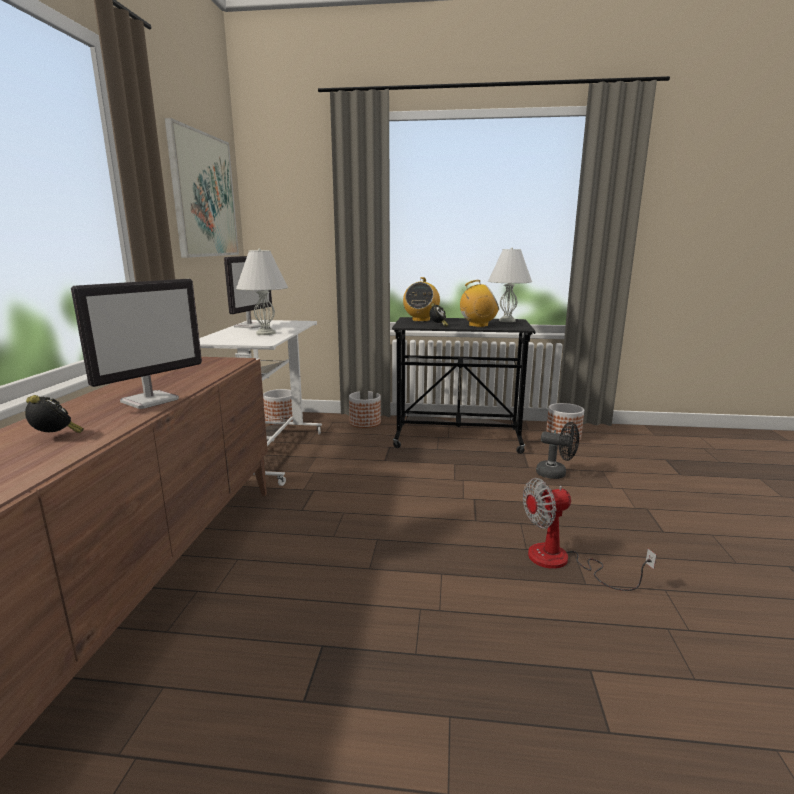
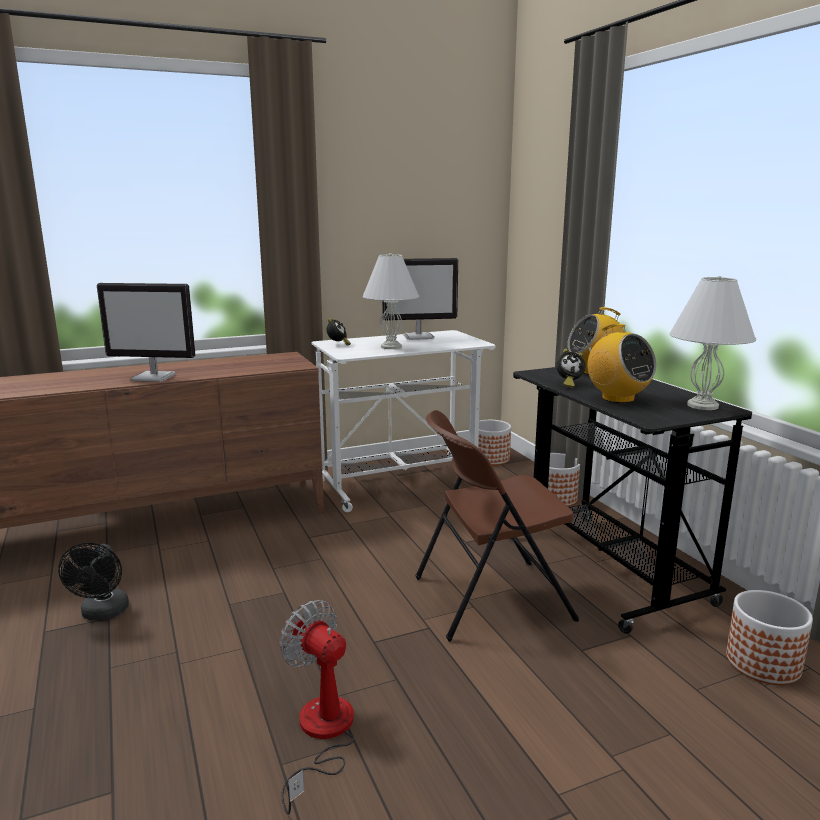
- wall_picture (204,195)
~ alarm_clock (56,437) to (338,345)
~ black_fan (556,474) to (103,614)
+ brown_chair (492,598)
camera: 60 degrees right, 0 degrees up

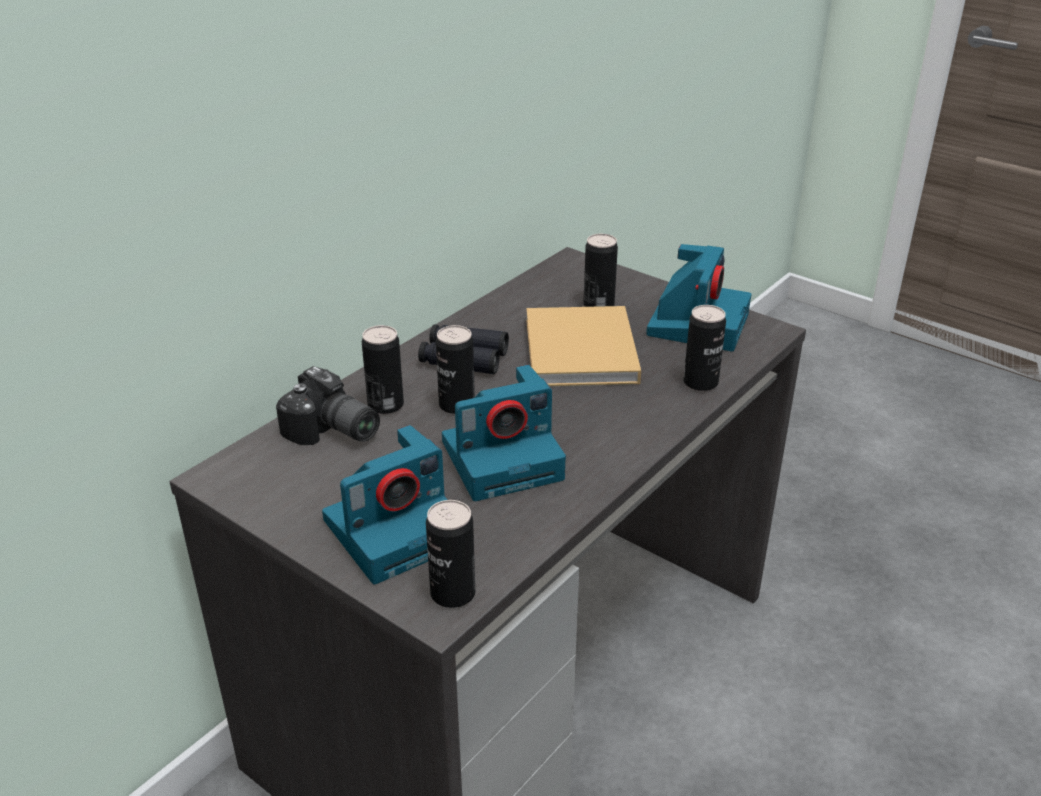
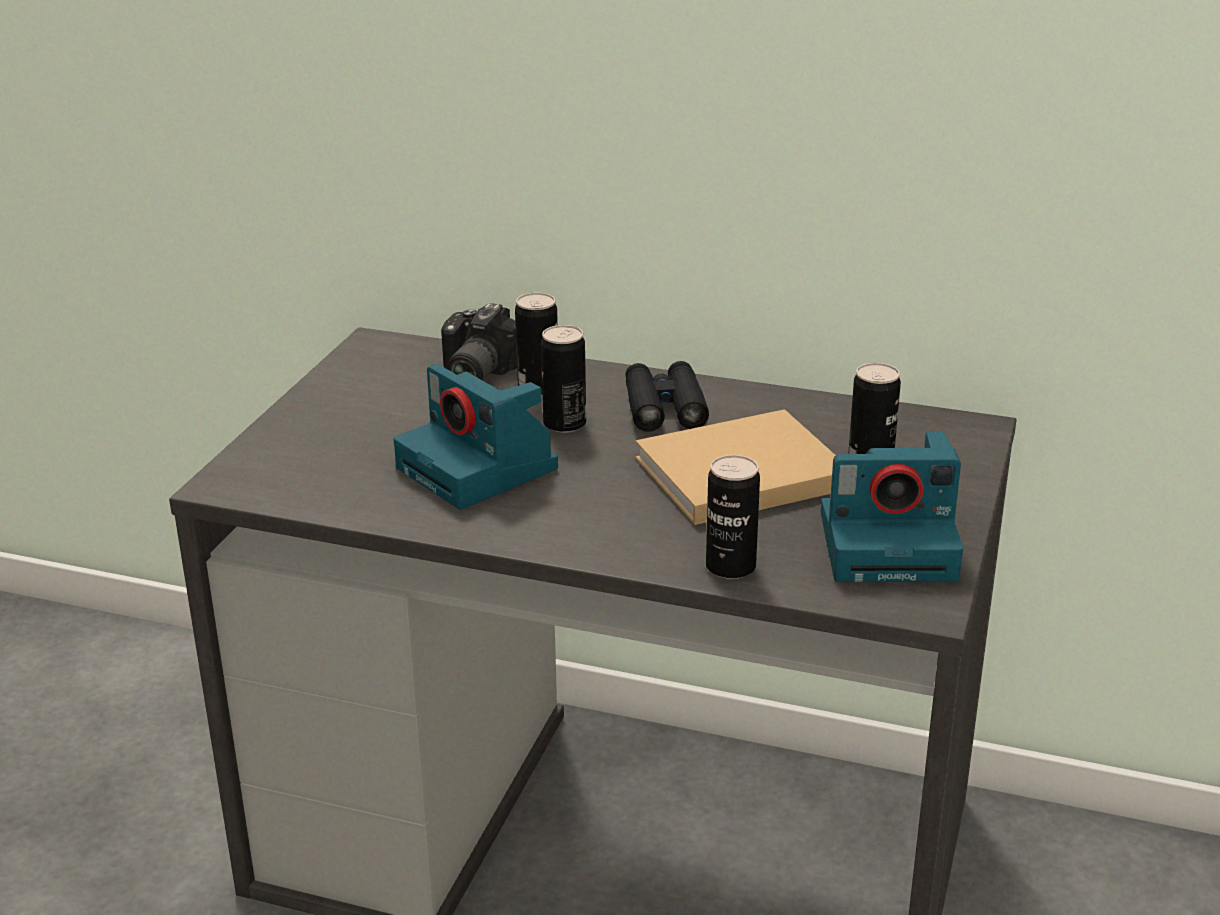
- photo_camera (396,529)
- can (453,593)
camera: 70 degrees right, 5 degrees down

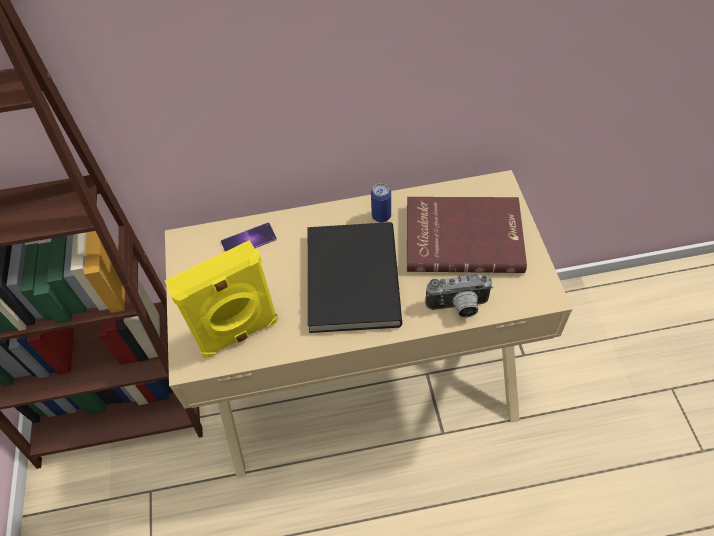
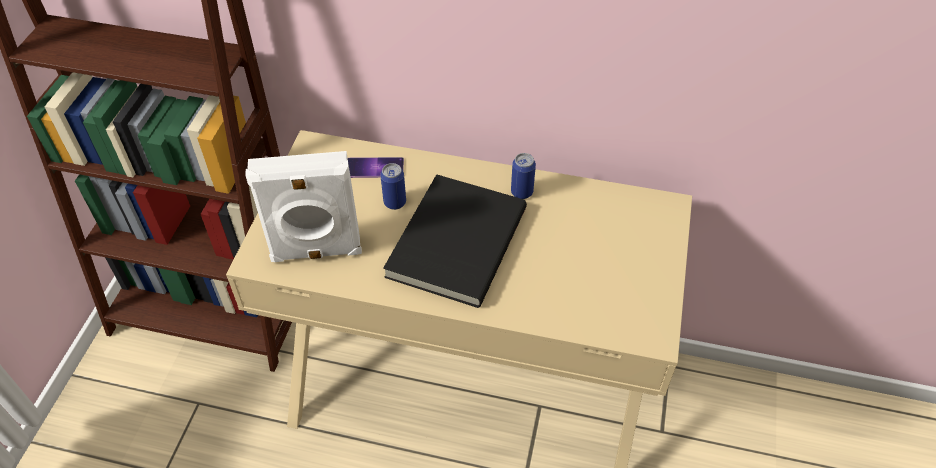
- red-coloured_volume (463,236)
~ yellow_speaker (239,334) to whitish_speaker (316,252)
- photo_camera (458,307)
+ can (395,202)
camera: 20 degrees right, 5 degrees down

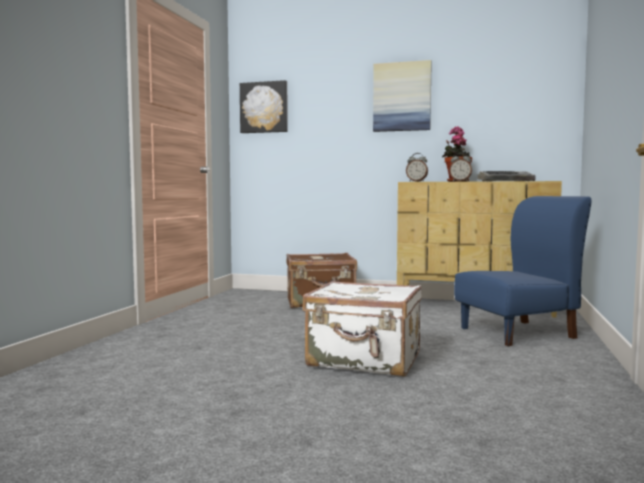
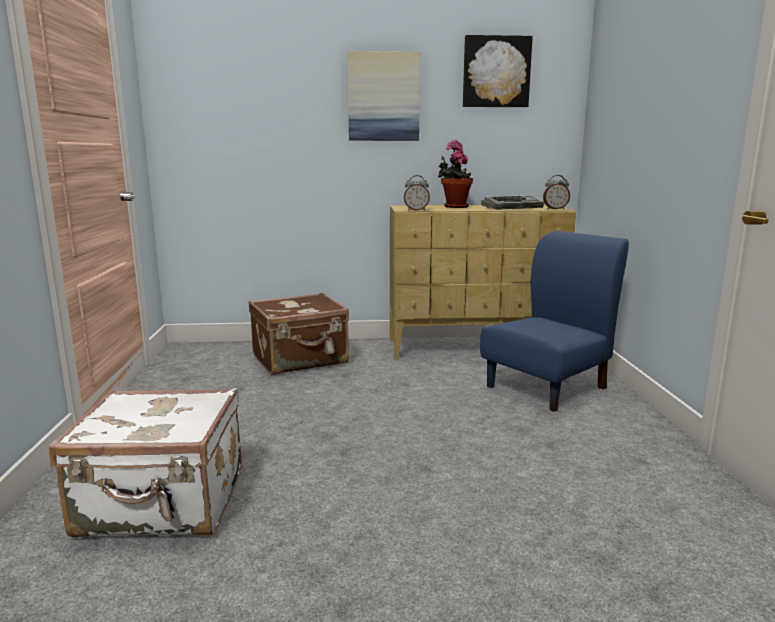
~ wall_picture (264,107) to (496,72)
~ alarm_clock (460,181) to (555,209)
~ whitish_suitcase (365,360) to (163,504)
camera: 20 degrees left, 10 degrees up

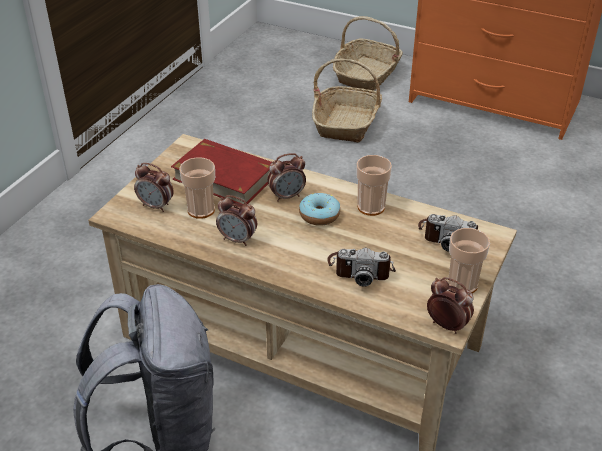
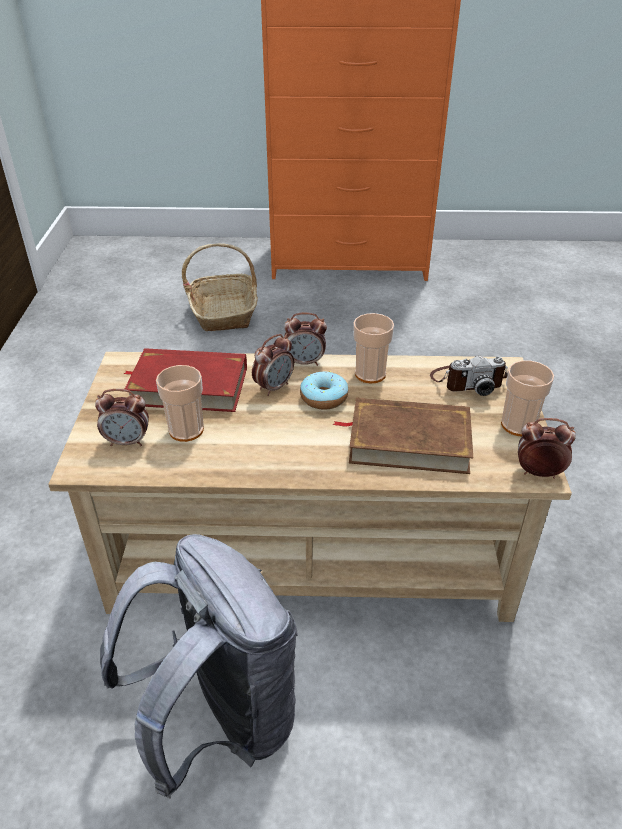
- basket (366,75)
~ alarm_clock (238,239) to (305,362)
~ photo_camera (361,268) to brown_volume (408,441)
camera: 25 degrees left, 0 degrees up

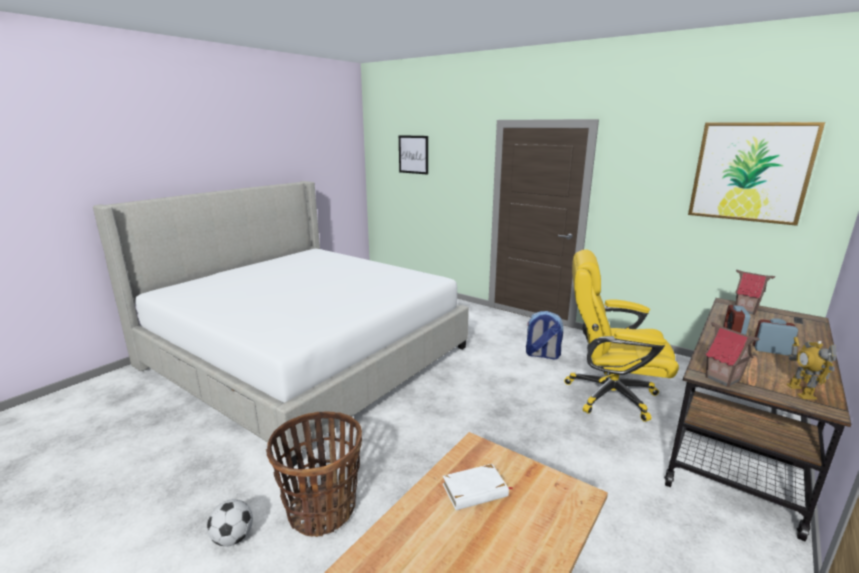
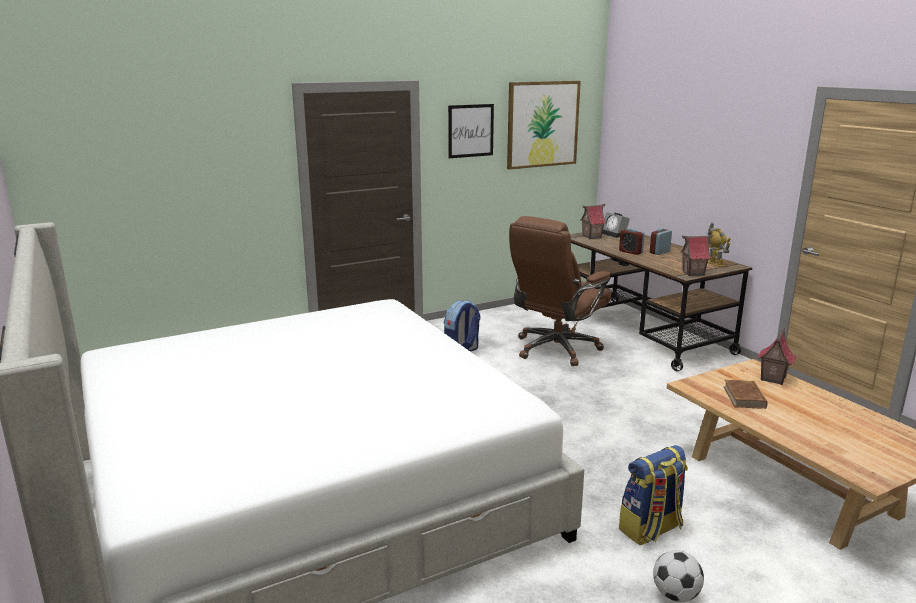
~ wall_picture (413,154) to (470,130)
~ yellow_office_chair (610,395) to brown_office_chair (556,348)
~ robot_figure (800,391) = (715,264) 135 degrees counterclockwise
~ basket (322,509) to knapsack (651,529)
~ whitish_volume (475,490) to brown_volume (744,397)
+ alarm_clock (615,234)
+ miniature_house (772,379)
camera: 65 degrees left, 0 degrees up

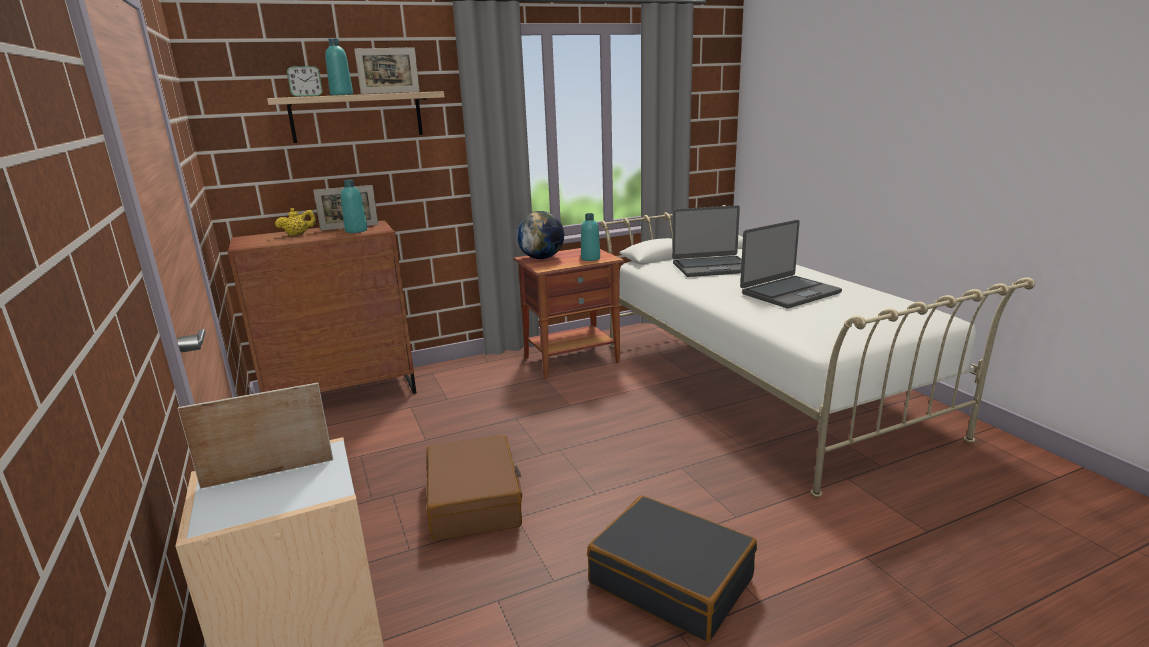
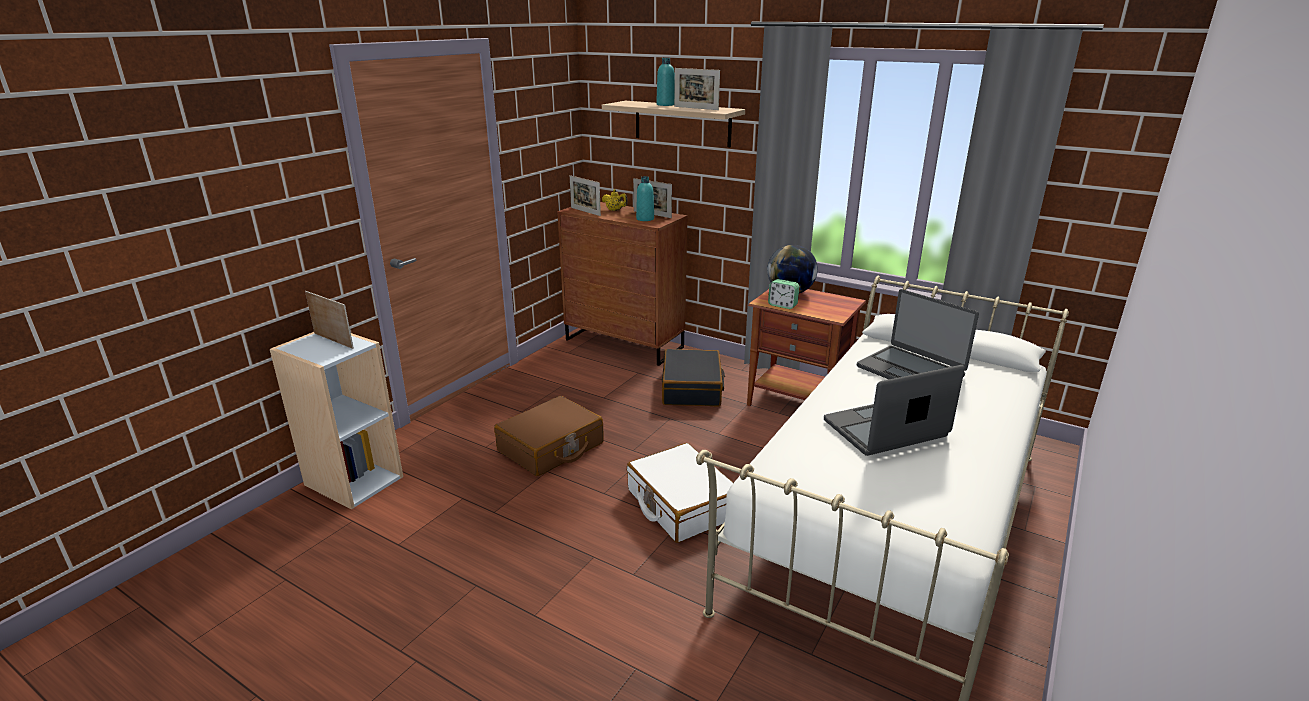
~ alarm_clock (307,96) to (782,305)
- turquoise_drink_bottle (590,258)
~ portable_computer (789,293) = (886,430) 135 degrees clockwise
~ black_suitcase (671,580) to (692,388)
+ standing_frame (585,211)
+ whitish_suitcase (681,504)
camera: 55 degrees right, 5 degrees up

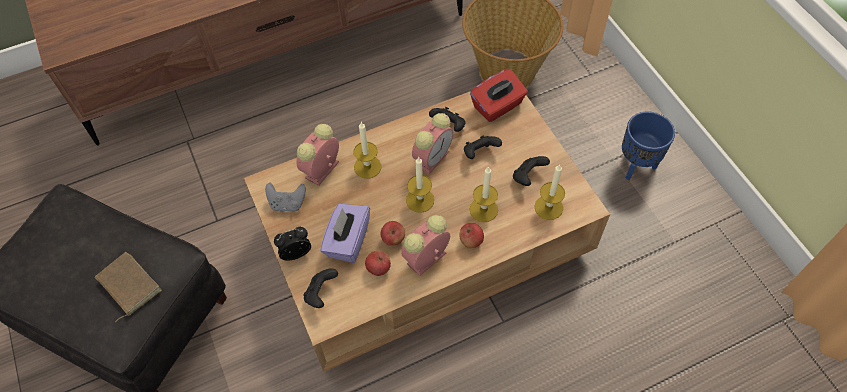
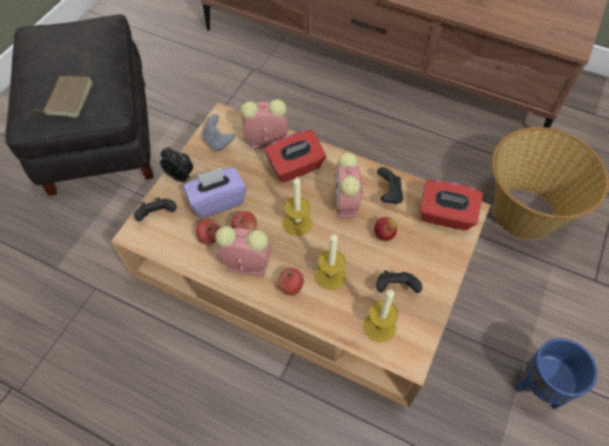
~ alarm_clock (432,157) = (346,204) 90 degrees clockwise
~ candle (367,167) to red-coloured_box_of_tissues (296,167)
~ black_gamepad (479,153) to apple_fruit (384,234)
camera: 50 degrees right, 0 degrees up

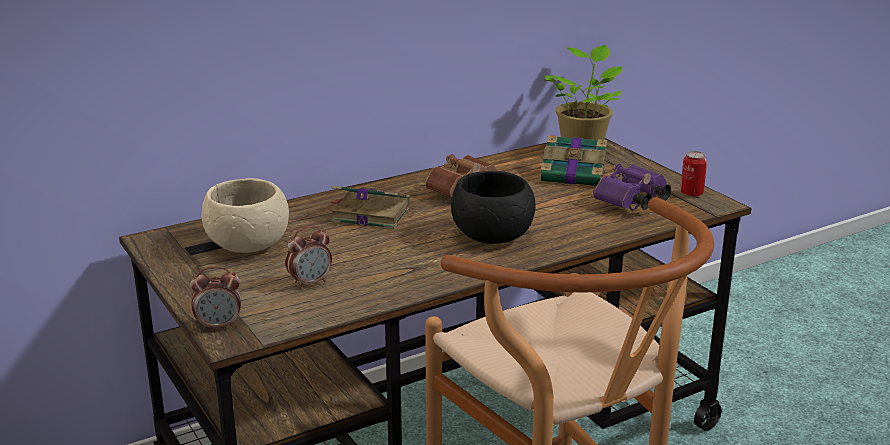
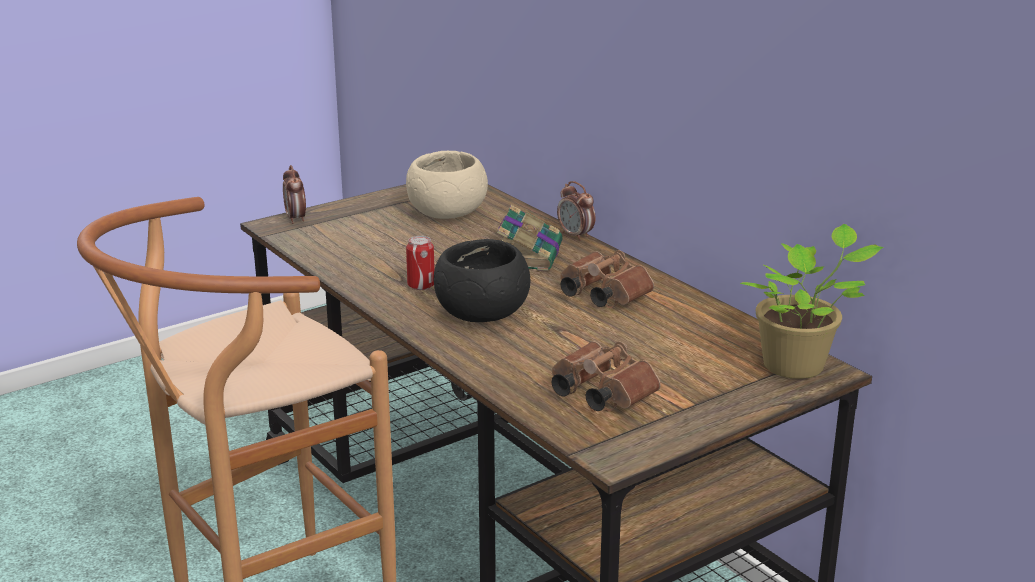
- volume (575,176)
~ can (691,193) to (421,286)
~ purple-coloured_pair_of_binoculars (631,203) to brown_pair_of_binoculars (599,394)
~ alarm_clock (310,283) to (576,236)
camera: 85 degrees right, 0 degrees up

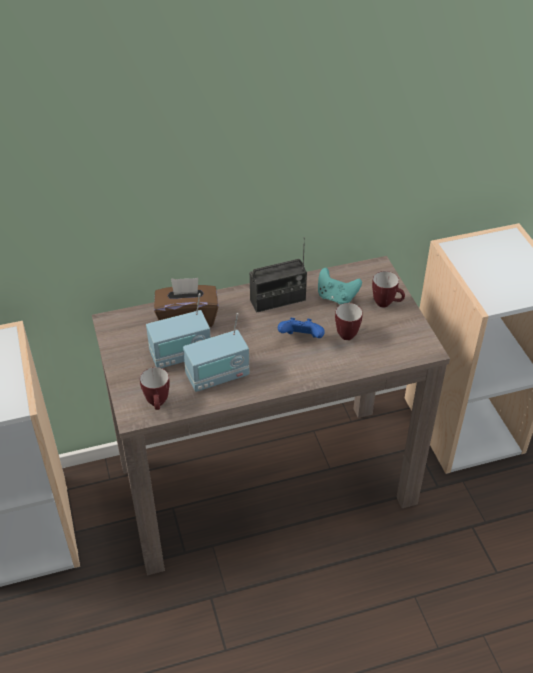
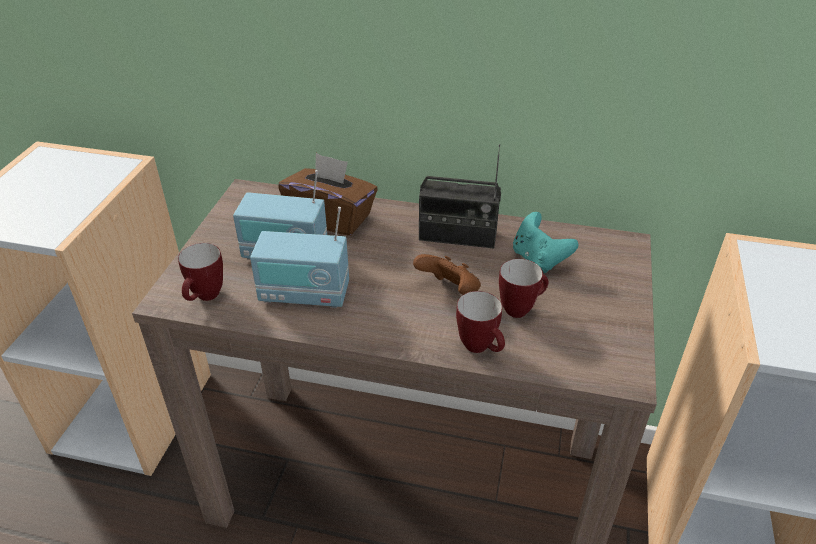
~ mug (386,304) to (481,348)
~ bluish_gamepad (301,339) to brown_gamepad (449,291)
camera: 30 degrees right, 5 degrees down

